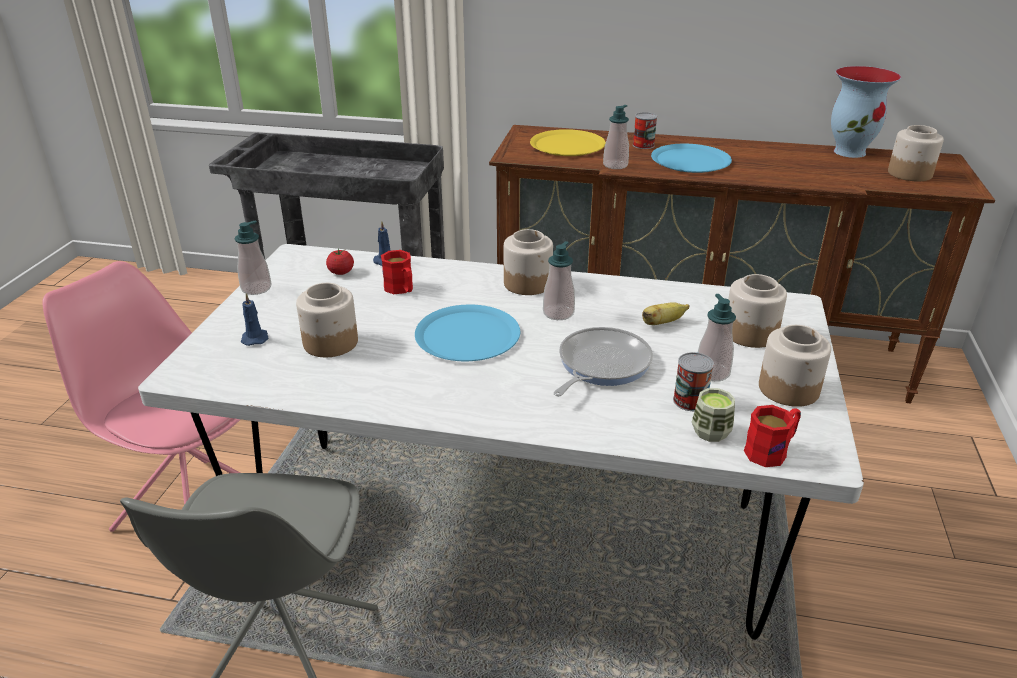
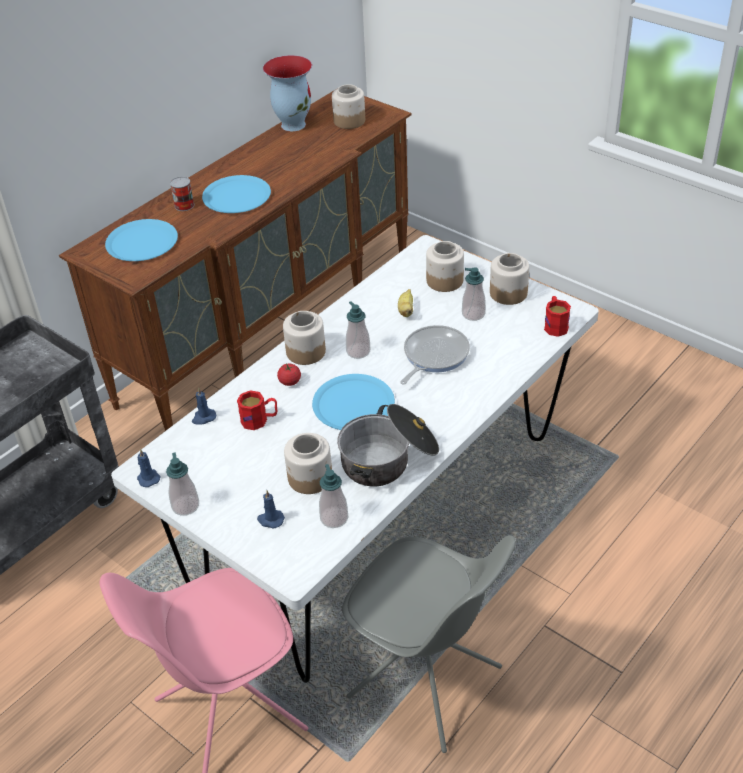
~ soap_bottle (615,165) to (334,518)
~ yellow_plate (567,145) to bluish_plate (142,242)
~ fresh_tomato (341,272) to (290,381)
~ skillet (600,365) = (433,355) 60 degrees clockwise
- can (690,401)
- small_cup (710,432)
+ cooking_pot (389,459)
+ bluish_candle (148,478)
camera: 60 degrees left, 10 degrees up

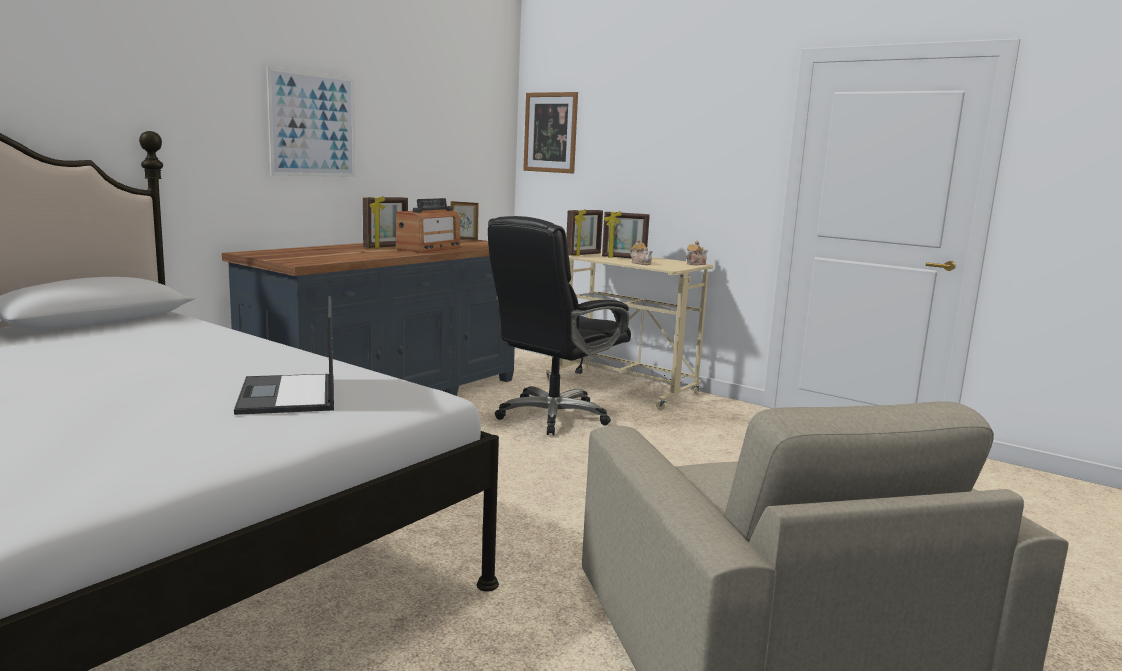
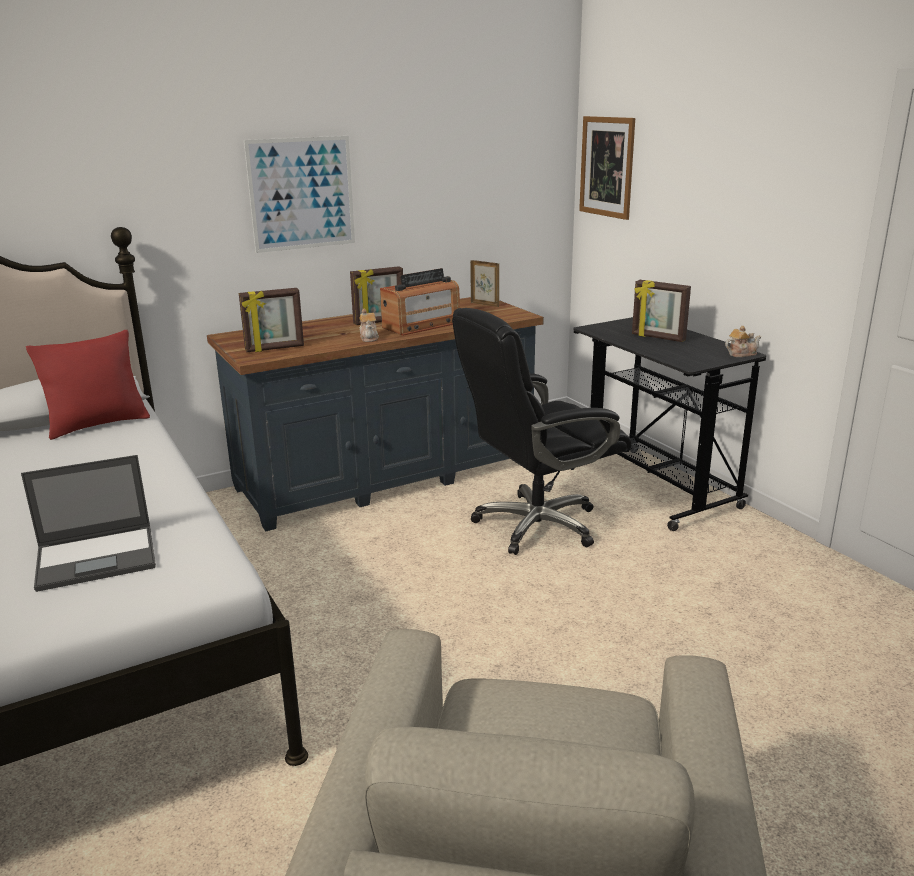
~ standing_frame (583,254) to (275,349)
~ tea_pot (641,263) to (369,338)
~ sand-coloured_desk_table (622,387) to black_desk_table (652,487)
~ portable_computer (288,395) = (98,557) 120 degrees counterclockwise
+ red-coloured_throw_pillow (98,424)
camera: 25 degrees right, 10 degrees up

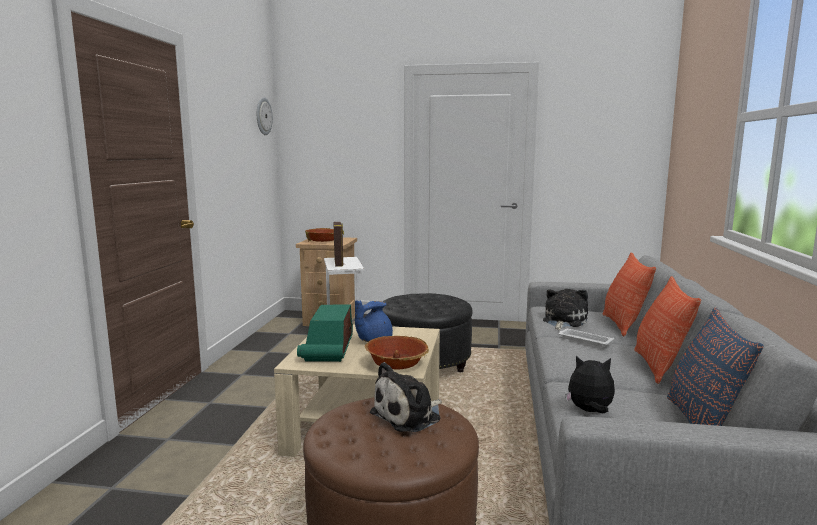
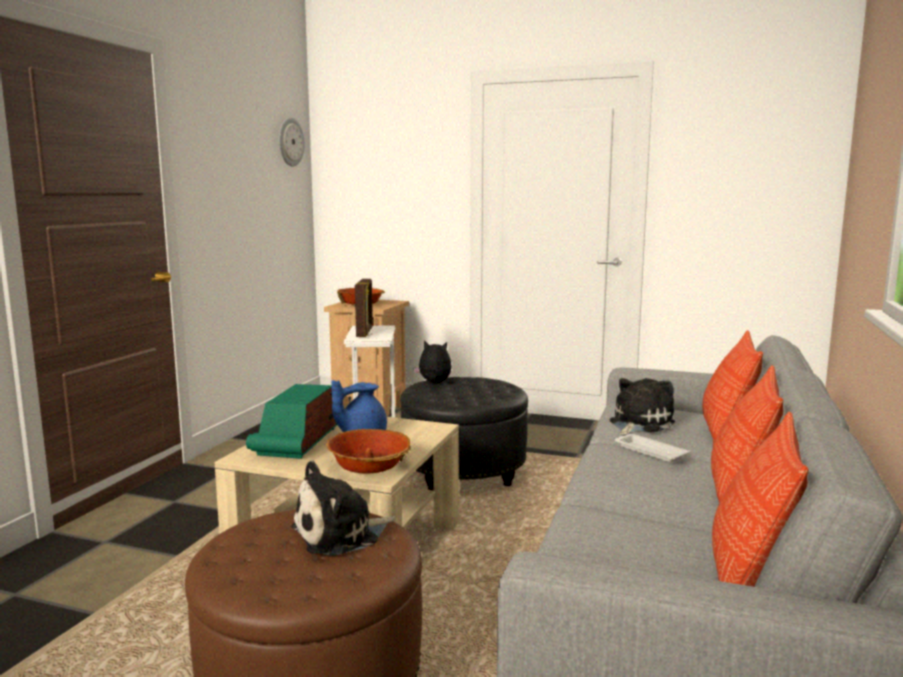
~ bluish_throw_pillow (702,424) to orange-coloured_throw_pillow (749,581)
~ cuddly_toy (590,411) to (434,383)
camera: 10 degrees right, 0 degrees up

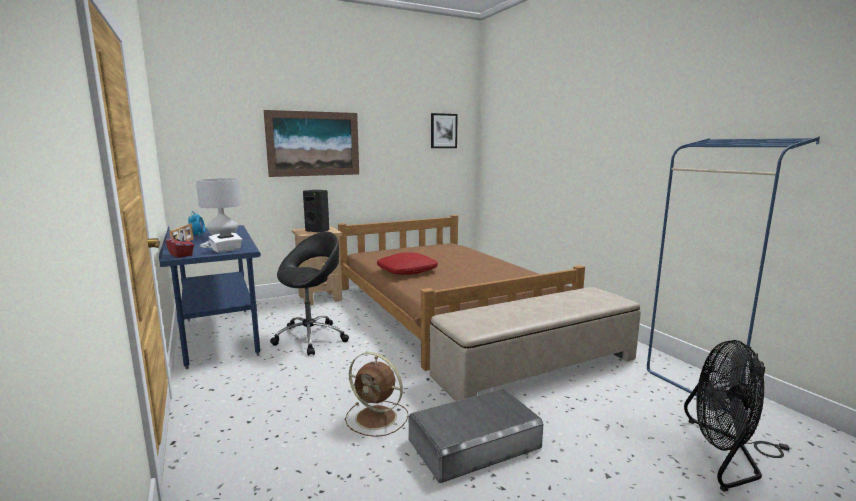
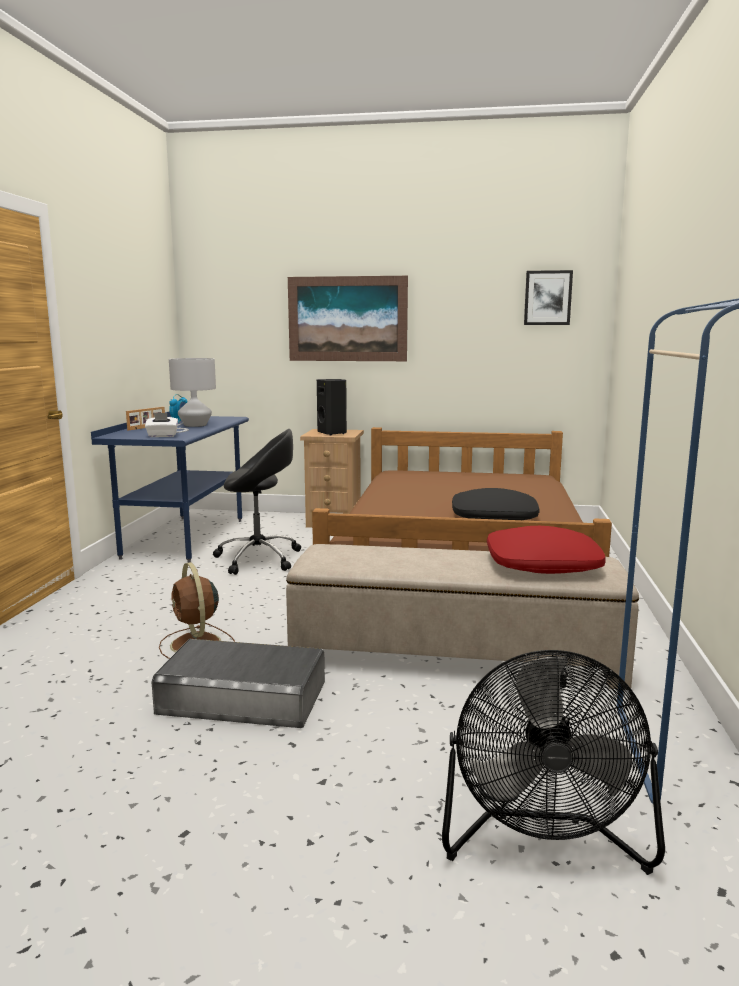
- red-coloured_box_of_tissues (181,255)
~ red-coloured_throw_pillow (407,271) to (543,564)
~ black_fan (728,453) = (535,836) 135 degrees counterclockwise
+ black_throw_pillow (494,517)
camera: 35 degrees right, 0 degrees up

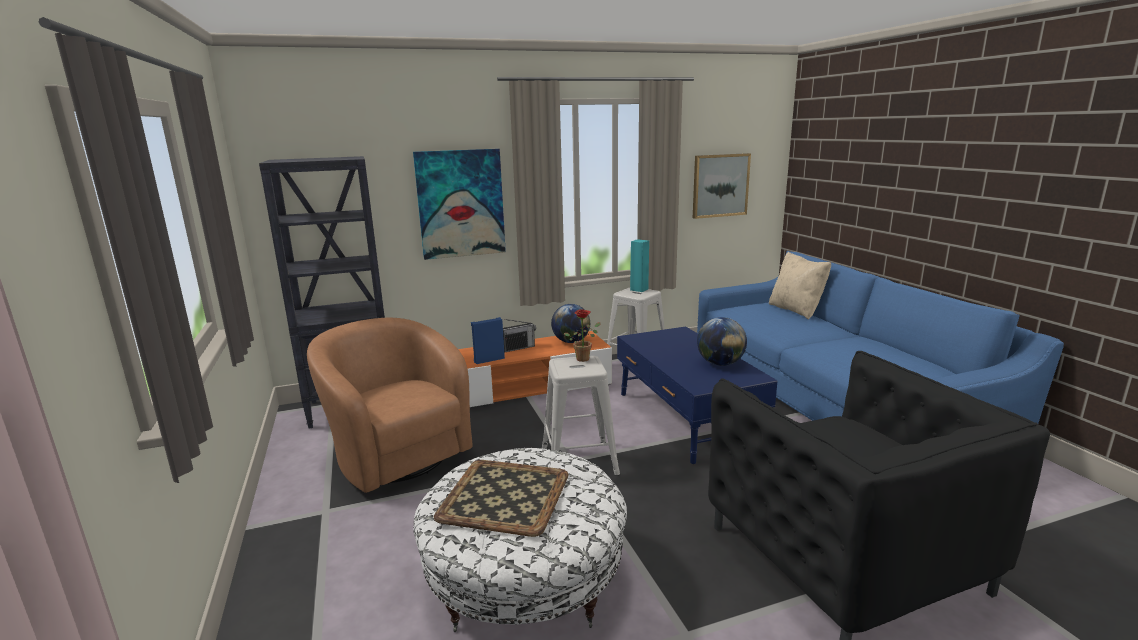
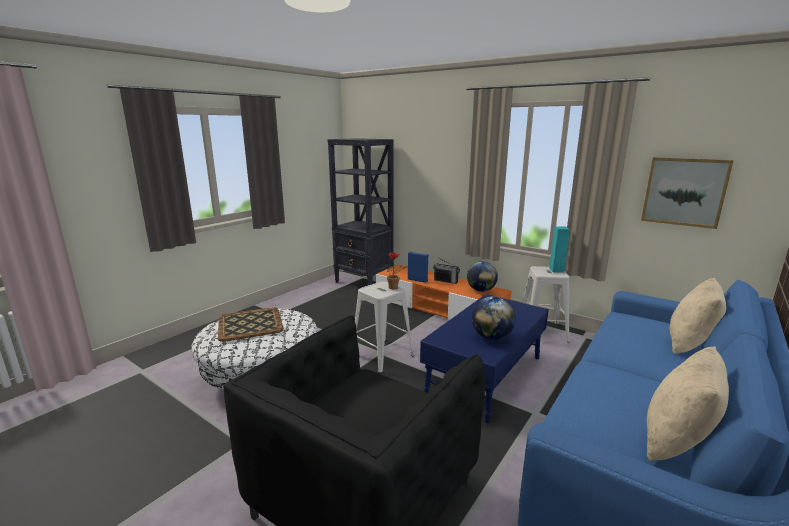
- wall_picture (460,204)
- brown_easy_chair (396,455)
+ sand-coloured_throw_pillow (676,441)
camera: 55 degrees right, 0 degrees up

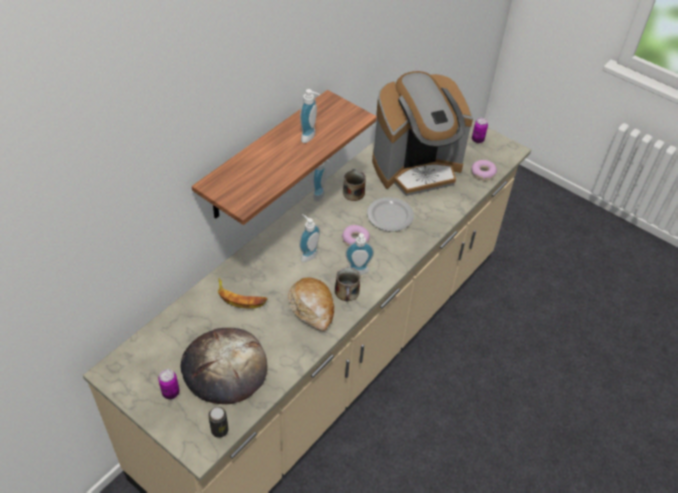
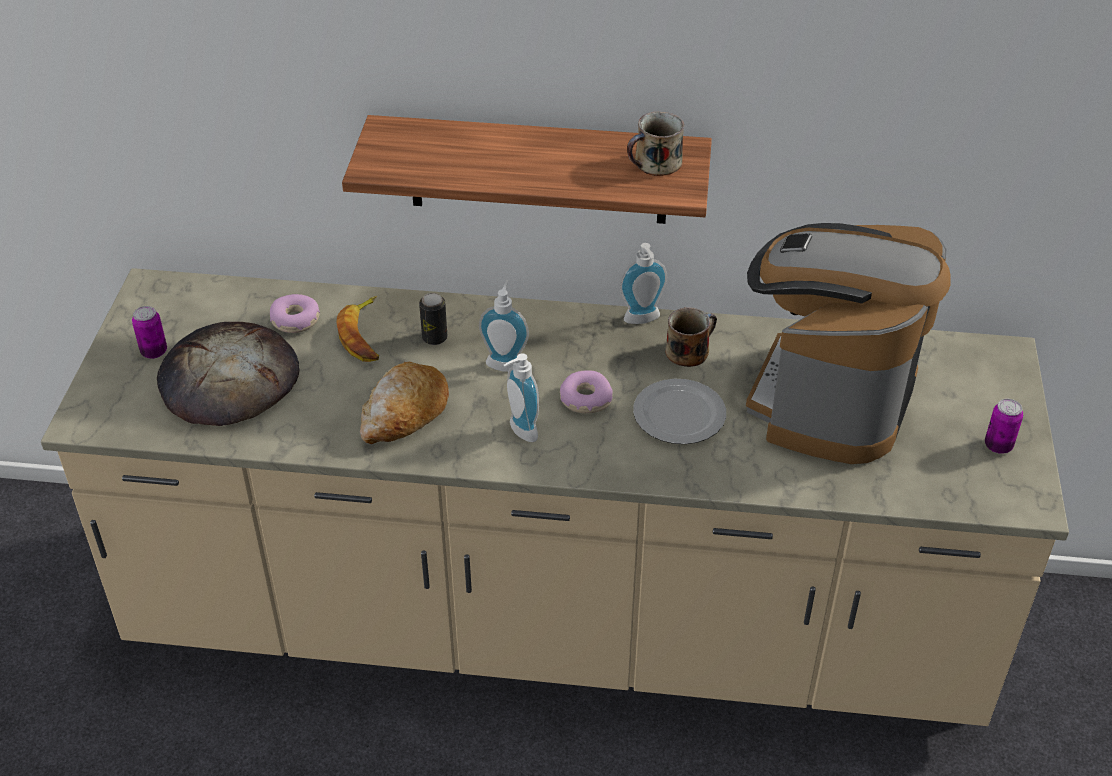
~ coffee_brewer (416,168) = (829,398) 75 degrees clockwise
- soap_bottle (310,137)
~ donut (483,173) to (295,320)
~ mug (347,293) to (656,164)
~ can (219,430) to (434,338)
camera: 60 degrees right, 5 degrees down

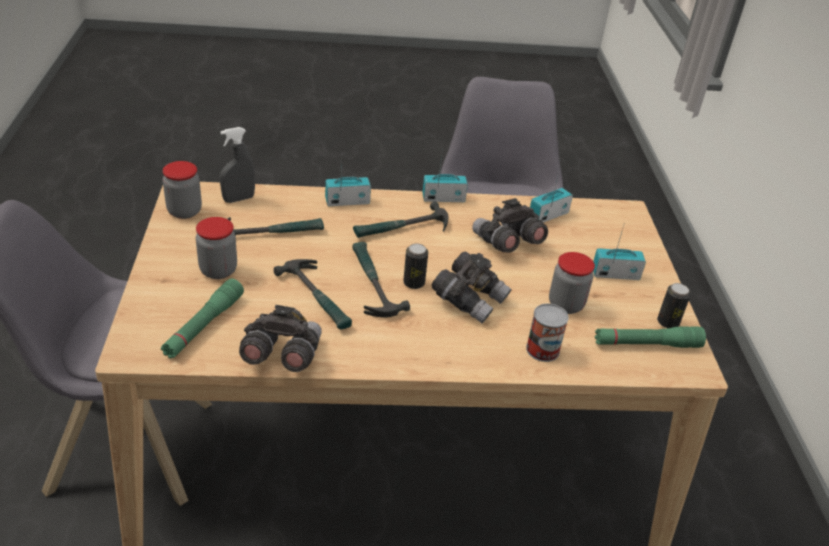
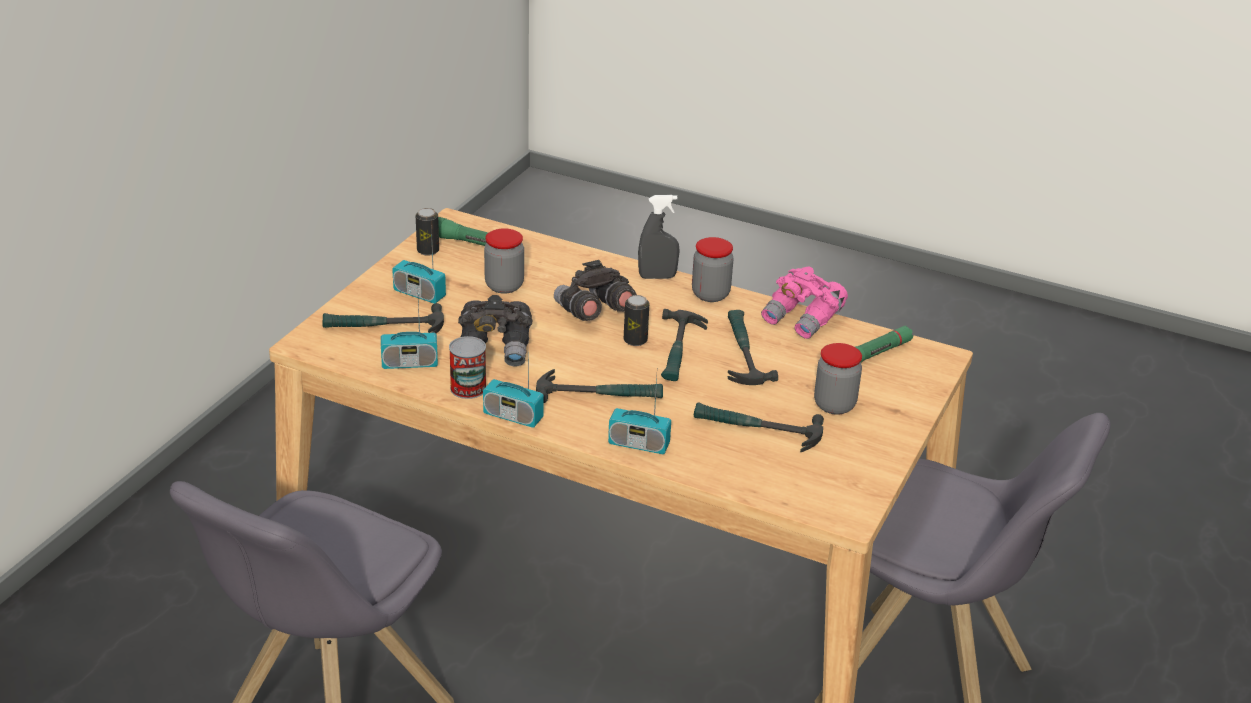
~ gray_hand_sprayer (238,199) to (657,277)
~ preserve_jar (184,211) to (710,294)
~ can (542,349) to (468,388)
~ gray_pair_of_binoculars (282,356) to pinkish_pair_of_binoculars (803,319)
+ tool_hammer (383,327)
camera: 150 degrees left, 5 degrees down

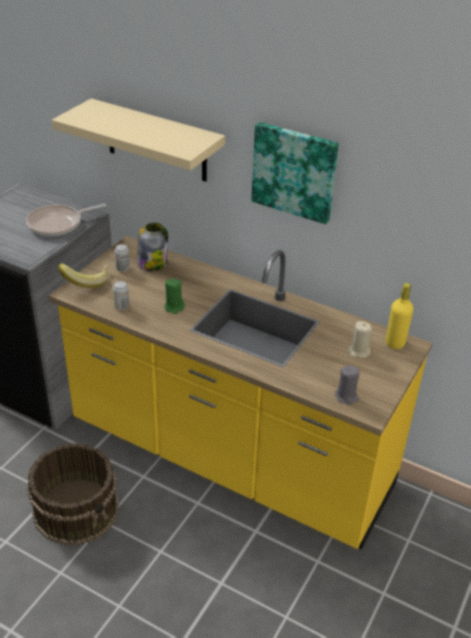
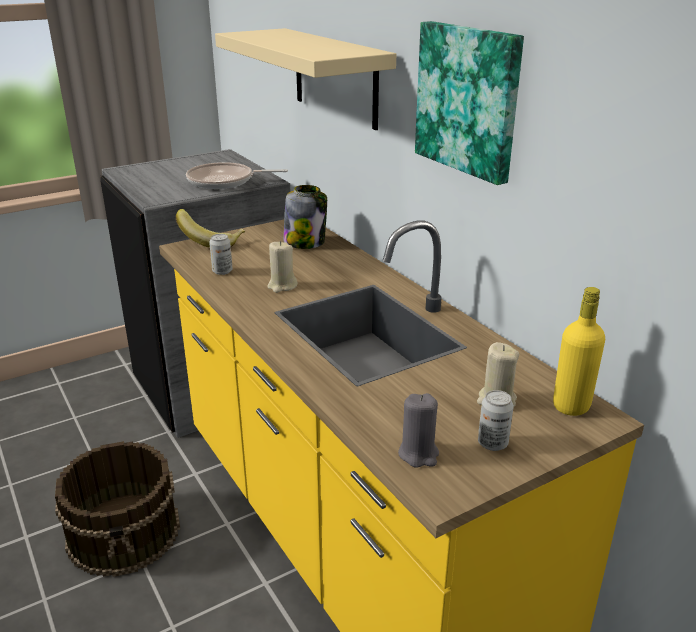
~ can (123,269) to (492,443)
~ greenish_candle (174,307) to sand-coloured_candle (282,286)
camera: 30 degrees right, 10 degrees down

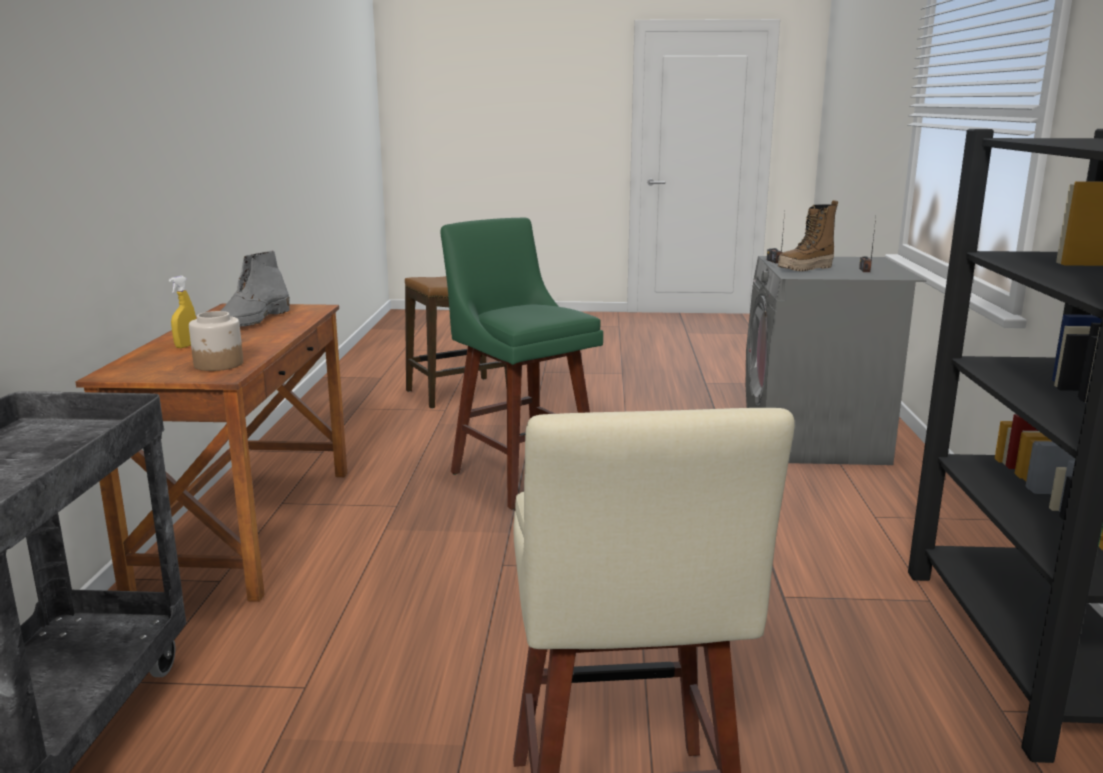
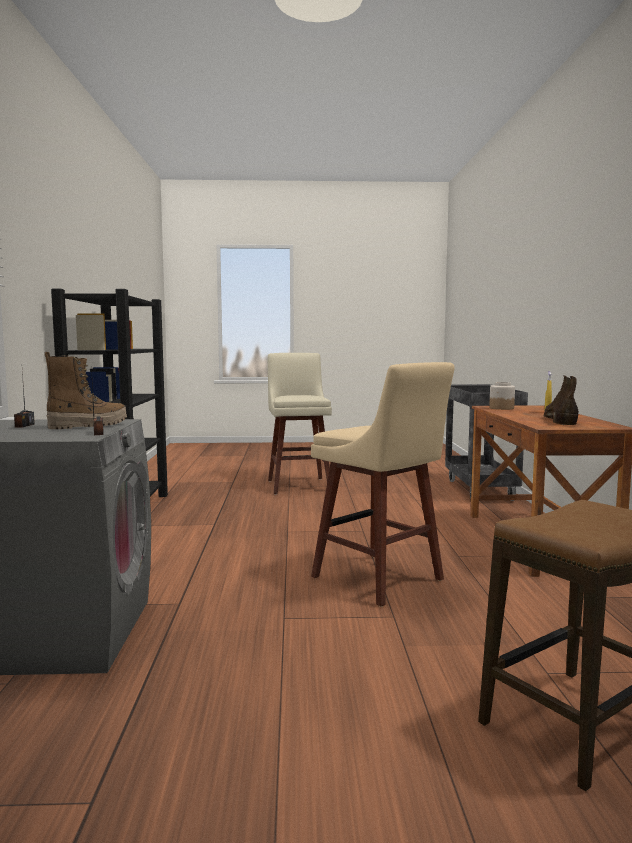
~ greenish_stool (523,476) to sand-coloured_stool (379,580)
~ gray_high-top_boot (253,321) to brown_high-top_boot (559,420)
camera: 175 degrees right, 10 degrees down

